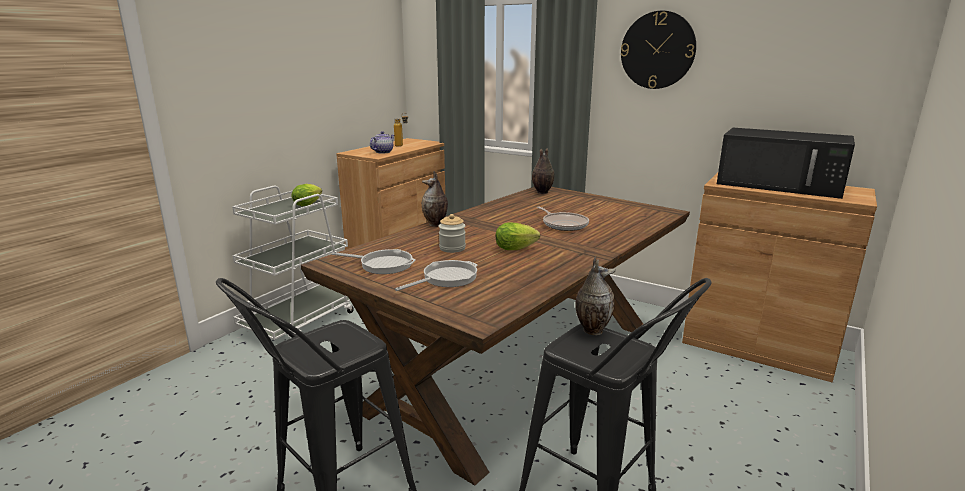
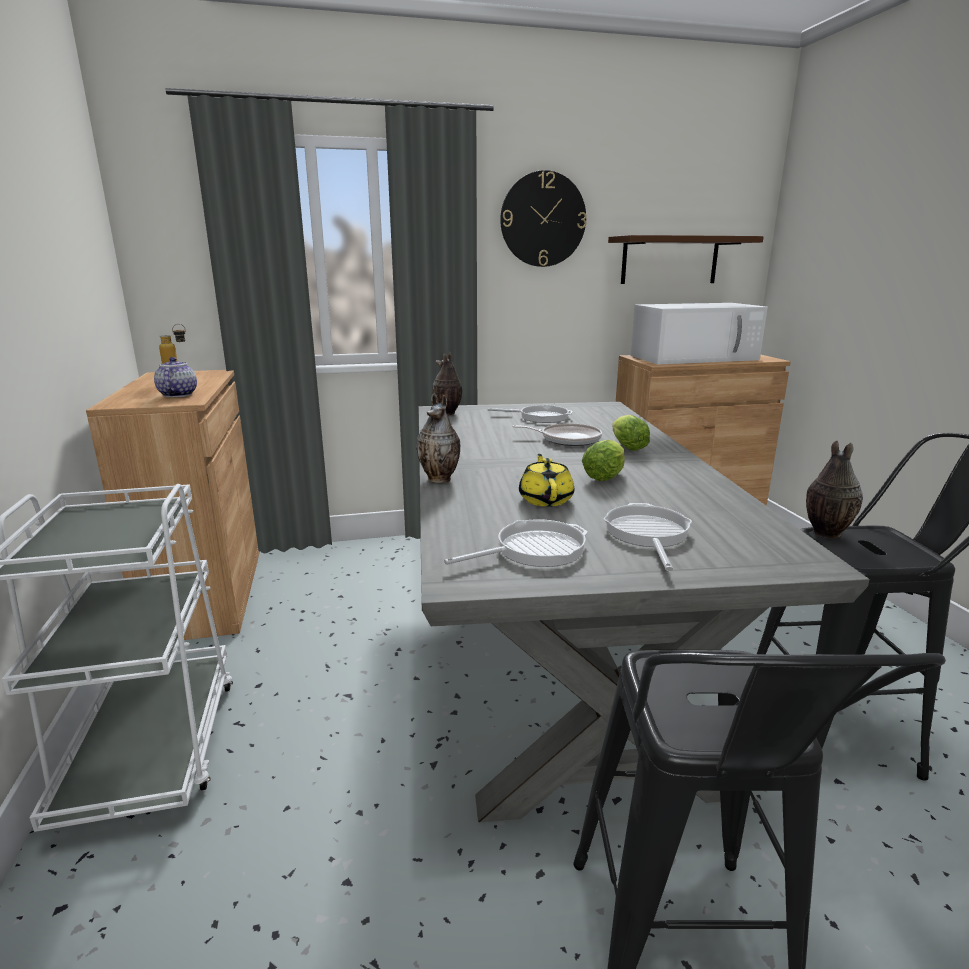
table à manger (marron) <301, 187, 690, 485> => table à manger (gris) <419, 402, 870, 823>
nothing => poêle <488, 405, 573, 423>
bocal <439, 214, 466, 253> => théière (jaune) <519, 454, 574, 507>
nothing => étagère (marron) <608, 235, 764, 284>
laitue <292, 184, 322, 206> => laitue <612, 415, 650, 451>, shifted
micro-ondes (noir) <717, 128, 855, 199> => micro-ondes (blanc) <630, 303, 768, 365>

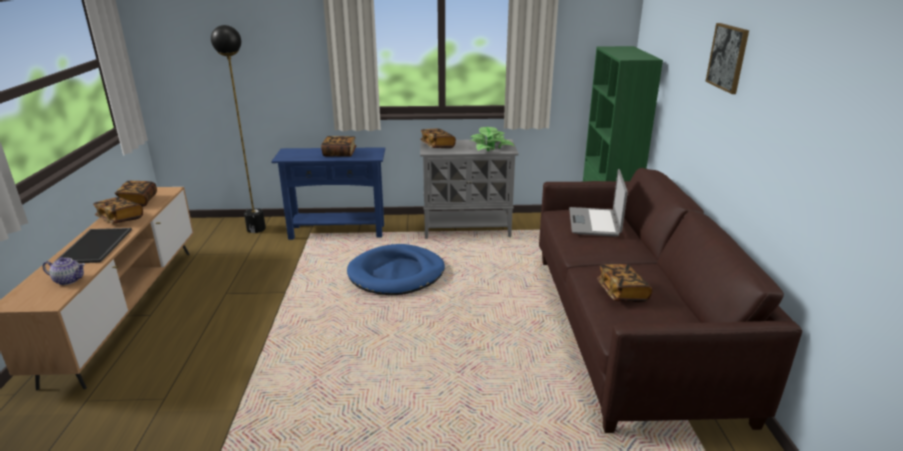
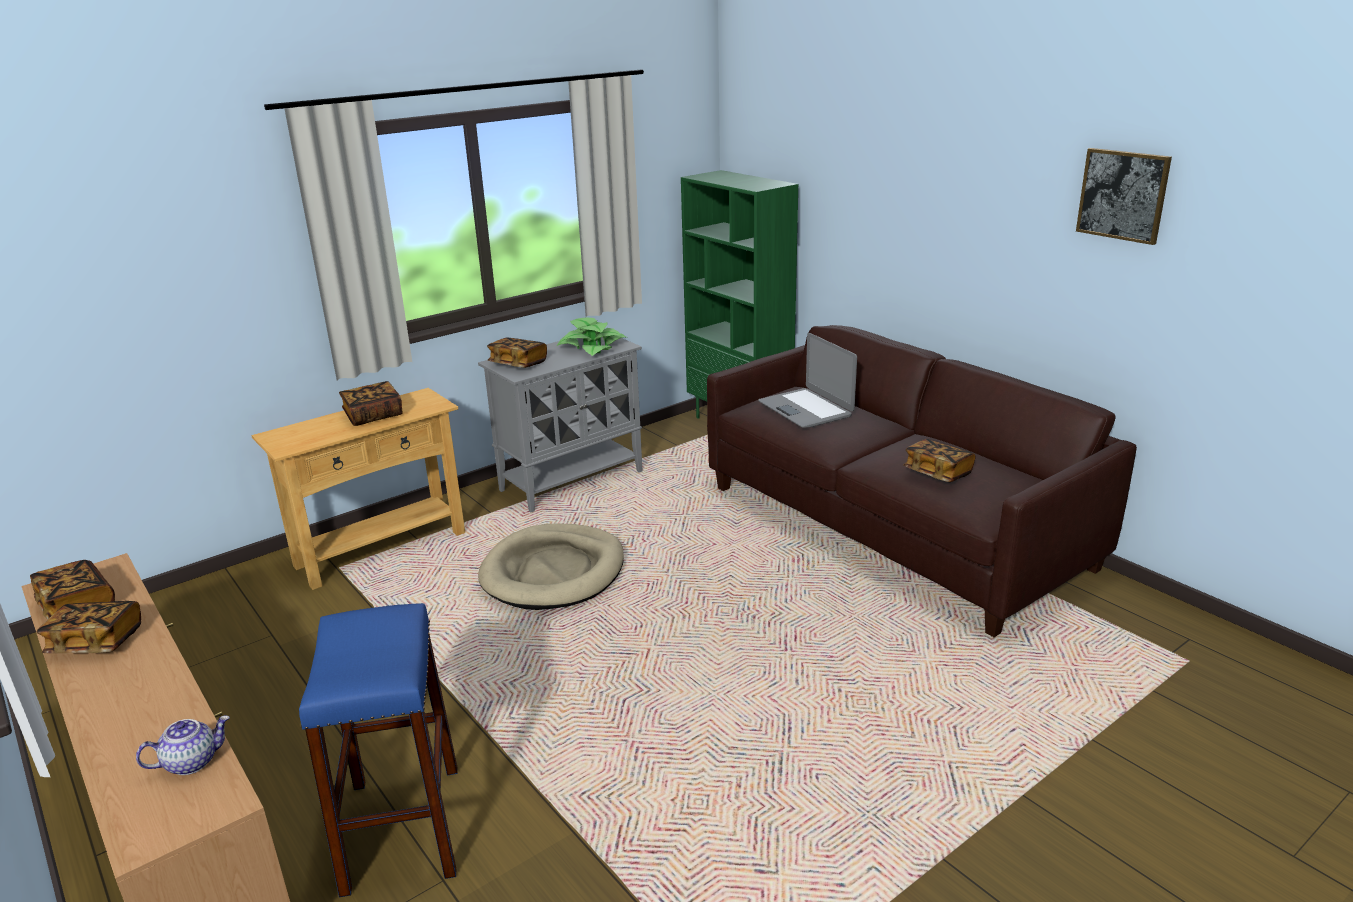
table console (bleu) <271, 147, 385, 240> => table console (beige) <251, 388, 465, 590>
nothing => tabouret (bleu) <299, 603, 458, 897>
panier pour chien (bleu) <347, 244, 445, 295> => panier pour chien (beige) <478, 524, 624, 610>
tableau <705, 23, 749, 94> => tableau <1076, 148, 1172, 245>, shifted
plateau <55, 228, 132, 263> => nothing
lampadaire (noir) <211, 25, 266, 233> => nothing

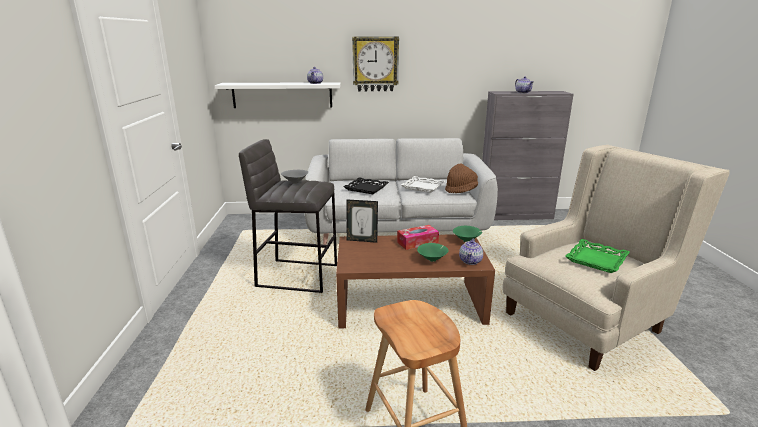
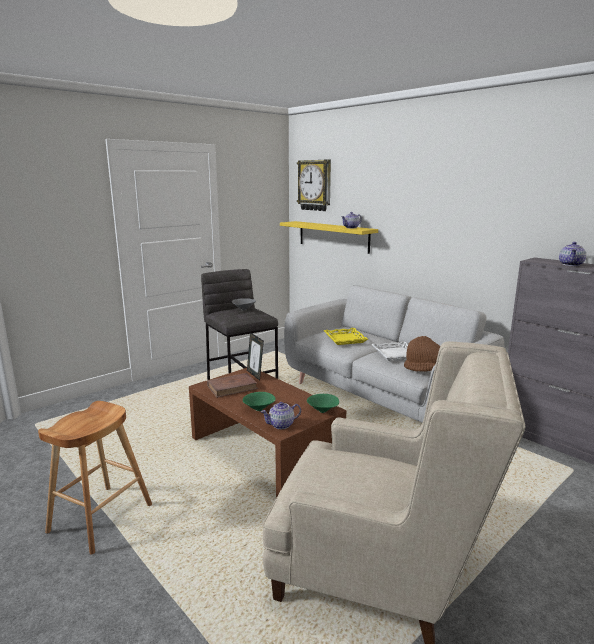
nothing => livre (marron) <207, 373, 258, 398>
étagère (blanc) <215, 82, 341, 108> => étagère (jaune) <280, 221, 378, 254>
horloge murale <352, 36, 399, 91> => horloge murale <297, 159, 331, 211>, shifted
plateau (noir) <343, 178, 389, 194> => plateau (jaune) <324, 328, 368, 345>
boîte à mouchoirs <397, 225, 439, 250> => nothing
plateau (vert) <565, 239, 630, 273> => nothing

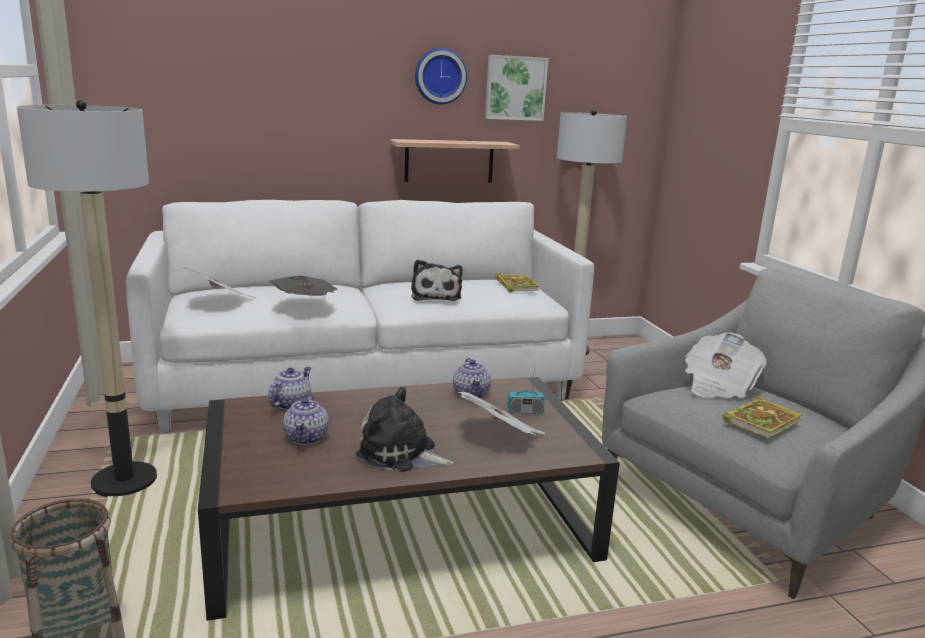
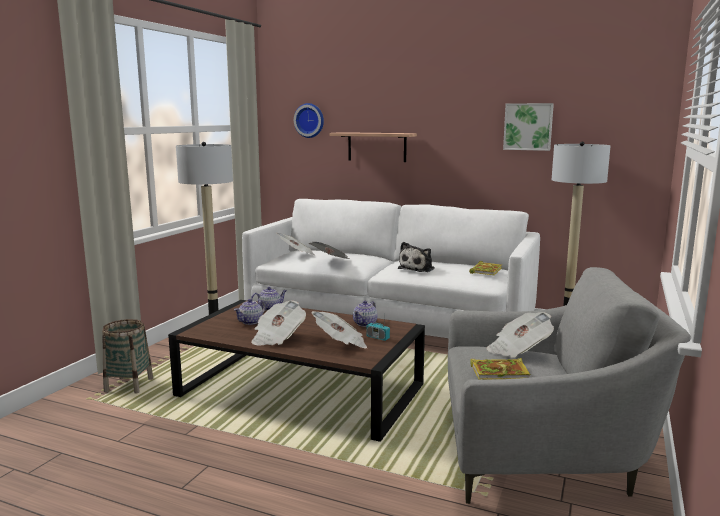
peluche <356, 387, 453, 472> => journal <251, 300, 306, 346>
horloge murale <415, 48, 467, 105> => horloge murale <294, 103, 324, 138>, shifted
étagère <390, 139, 520, 183> => étagère <329, 132, 417, 162>, shifted

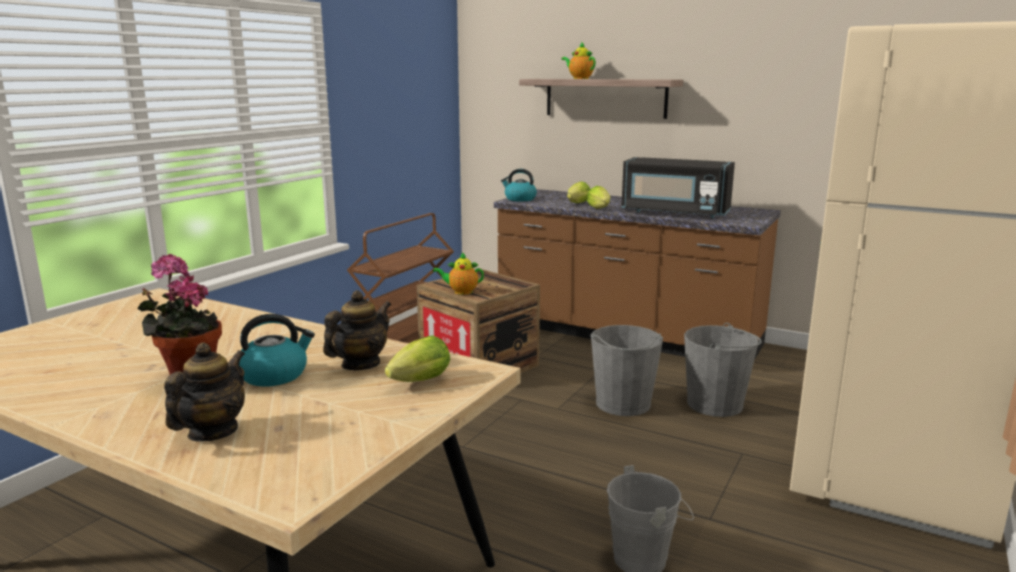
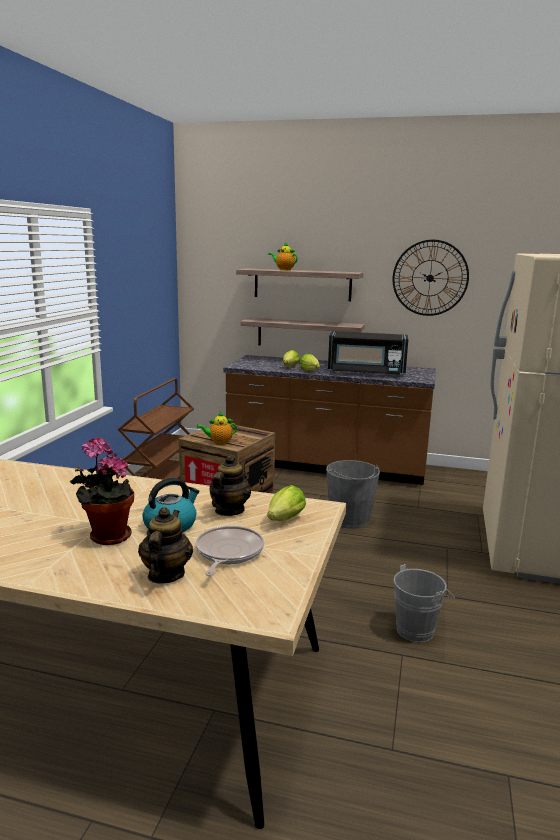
nothing => poêle <196, 526, 264, 576>
nothing => étagère <240, 318, 365, 345>
nothing => horloge murale <393, 240, 469, 316>
bouilloire <501, 169, 537, 201> => nothing
seau (gris) <684, 323, 762, 417> => nothing

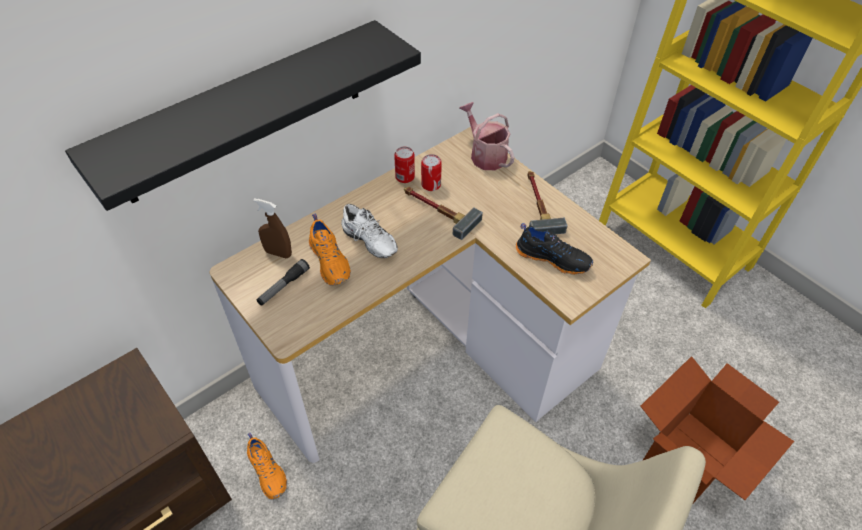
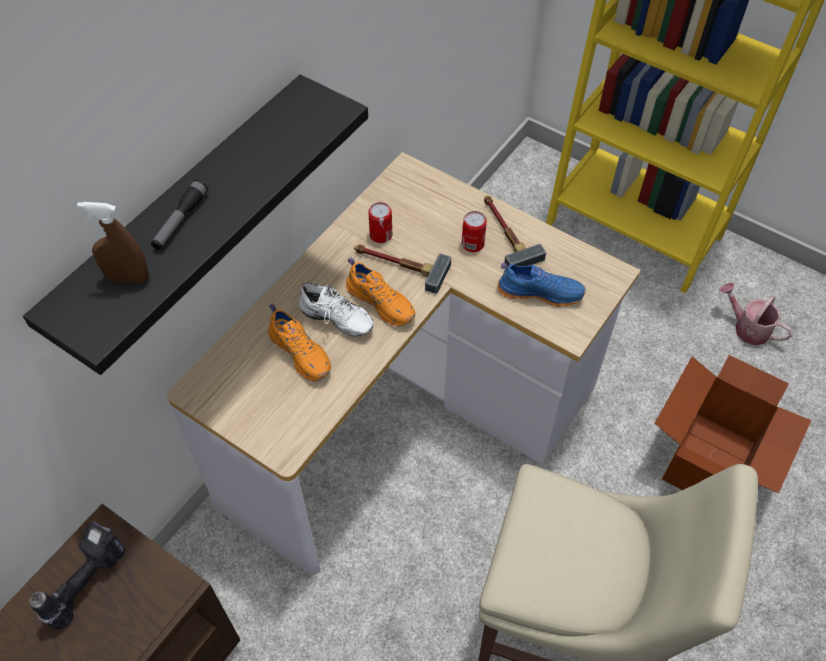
nothing => perceuse <29, 520, 126, 630>
vaporisateur (marron) <253, 198, 292, 258> => vaporisateur (marron) <77, 202, 149, 283>, shifted
lampe de poche <257, 259, 310, 306> => lampe de poche <151, 179, 208, 250>, shifted
chaussure (orange) <247, 433, 287, 500> => chaussure (orange) <346, 257, 416, 326>, shifted
boîte métallique <394, 147, 415, 183> => boîte métallique <462, 211, 487, 252>, shifted
chaussure (noir) <516, 223, 593, 275> => chaussure (bleu) <497, 263, 586, 307>
arrosoir <459, 102, 515, 170> => arrosoir <719, 283, 793, 346>, shifted

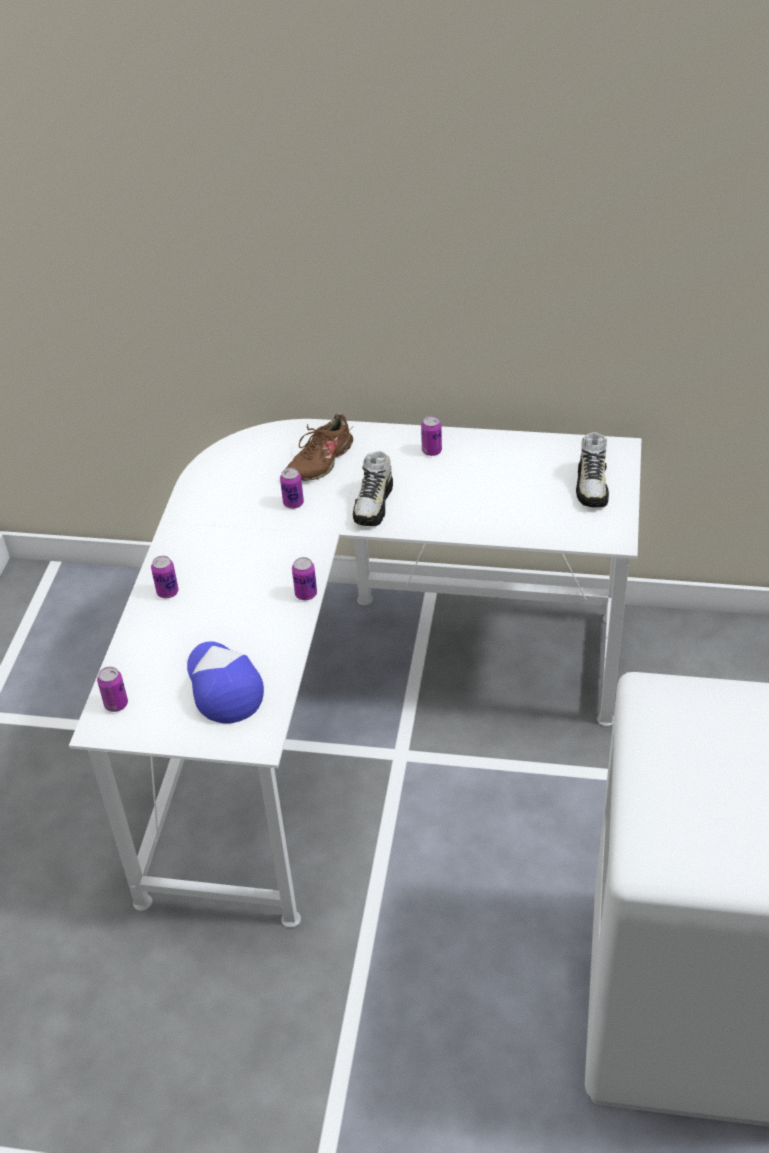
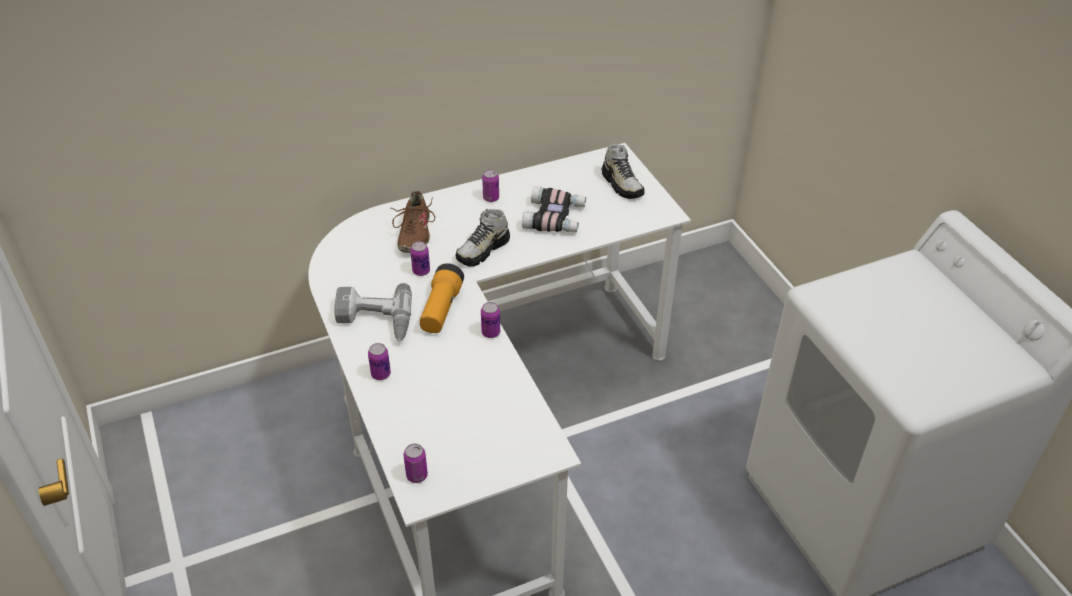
nothing => perceuse <334, 283, 412, 341>
nothing => lampe de poche <420, 263, 464, 333>
chaussure <353, 451, 393, 526> => chaussure <456, 209, 510, 267>, 60 degrees clockwise
nothing => jumelles <522, 186, 586, 232>
casquette <187, 641, 264, 724> => nothing

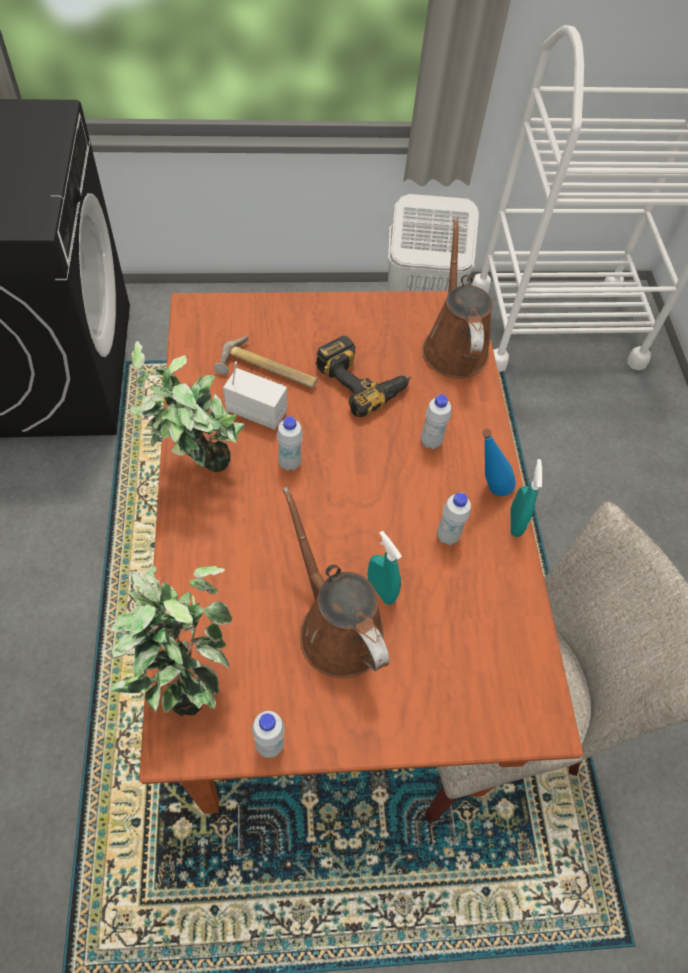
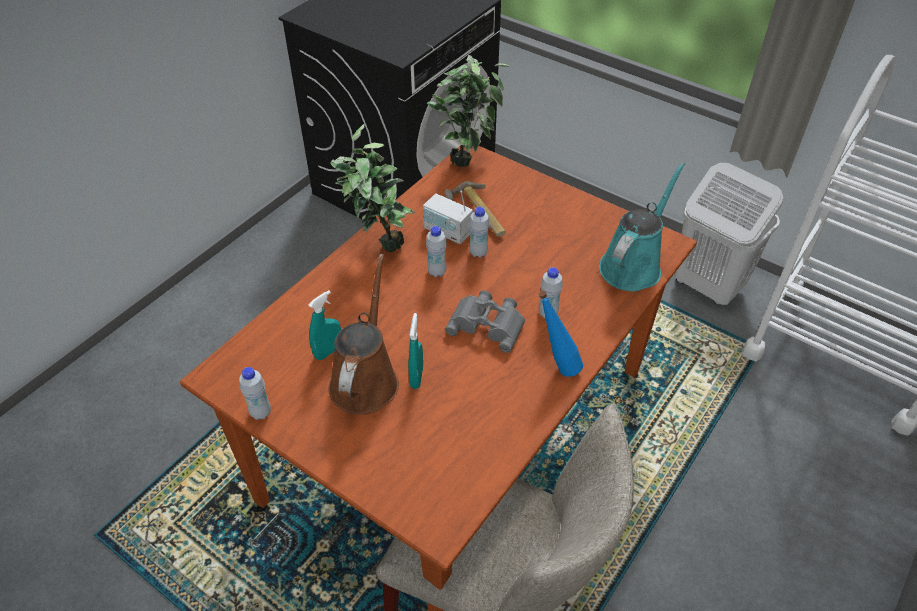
vaporisateur (turquoise) <510, 459, 542, 537> => vaporisateur (turquoise) <308, 290, 341, 360>, shifted
radio <223, 361, 287, 430> => radio <423, 190, 473, 244>, 150 degrees clockwise
plante en pot <110, 566, 232, 716> => plante en pot <427, 55, 509, 167>, shifted
nothing => jumelles (gris) <445, 290, 525, 353>
bouteille (blanc) <437, 493, 471, 545> => bouteille (blanc) <469, 207, 490, 258>, shifted
arrosoir (marron) <422, 218, 493, 379> => arrosoir (turquoise) <599, 162, 685, 291>
perceuse <316, 336, 411, 417> => nothing

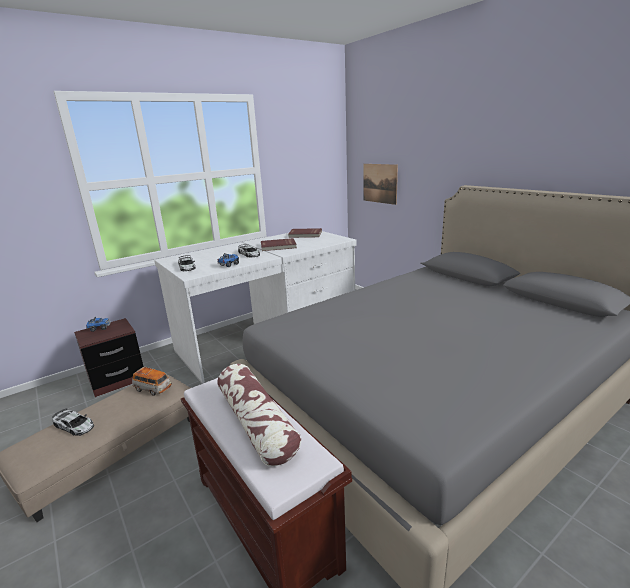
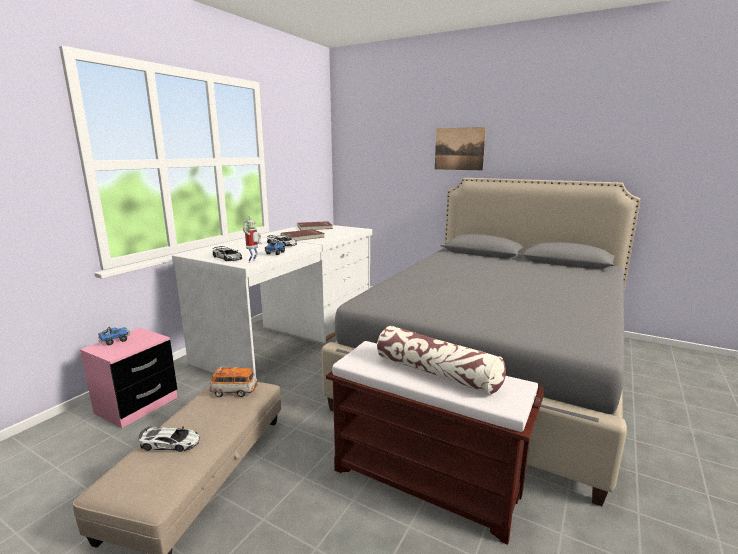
table de chevet (marron) <74, 318, 143, 397> => table de chevet (rose) <80, 328, 177, 428>
nothing => robot jouet <243, 216, 262, 263>
tableau <363, 164, 398, 205> => tableau <435, 127, 486, 170>, shifted

